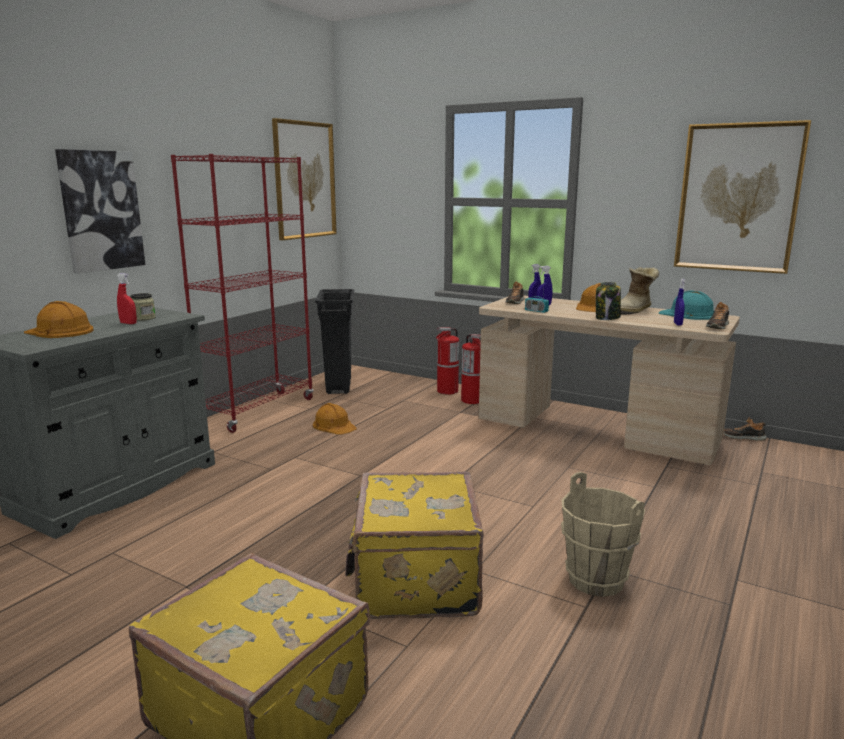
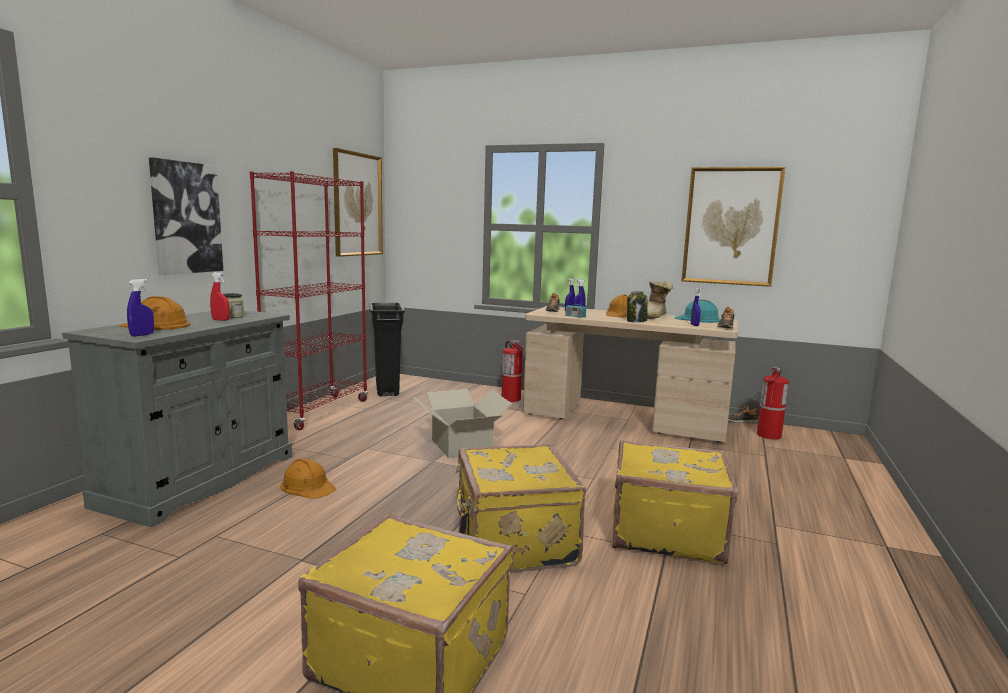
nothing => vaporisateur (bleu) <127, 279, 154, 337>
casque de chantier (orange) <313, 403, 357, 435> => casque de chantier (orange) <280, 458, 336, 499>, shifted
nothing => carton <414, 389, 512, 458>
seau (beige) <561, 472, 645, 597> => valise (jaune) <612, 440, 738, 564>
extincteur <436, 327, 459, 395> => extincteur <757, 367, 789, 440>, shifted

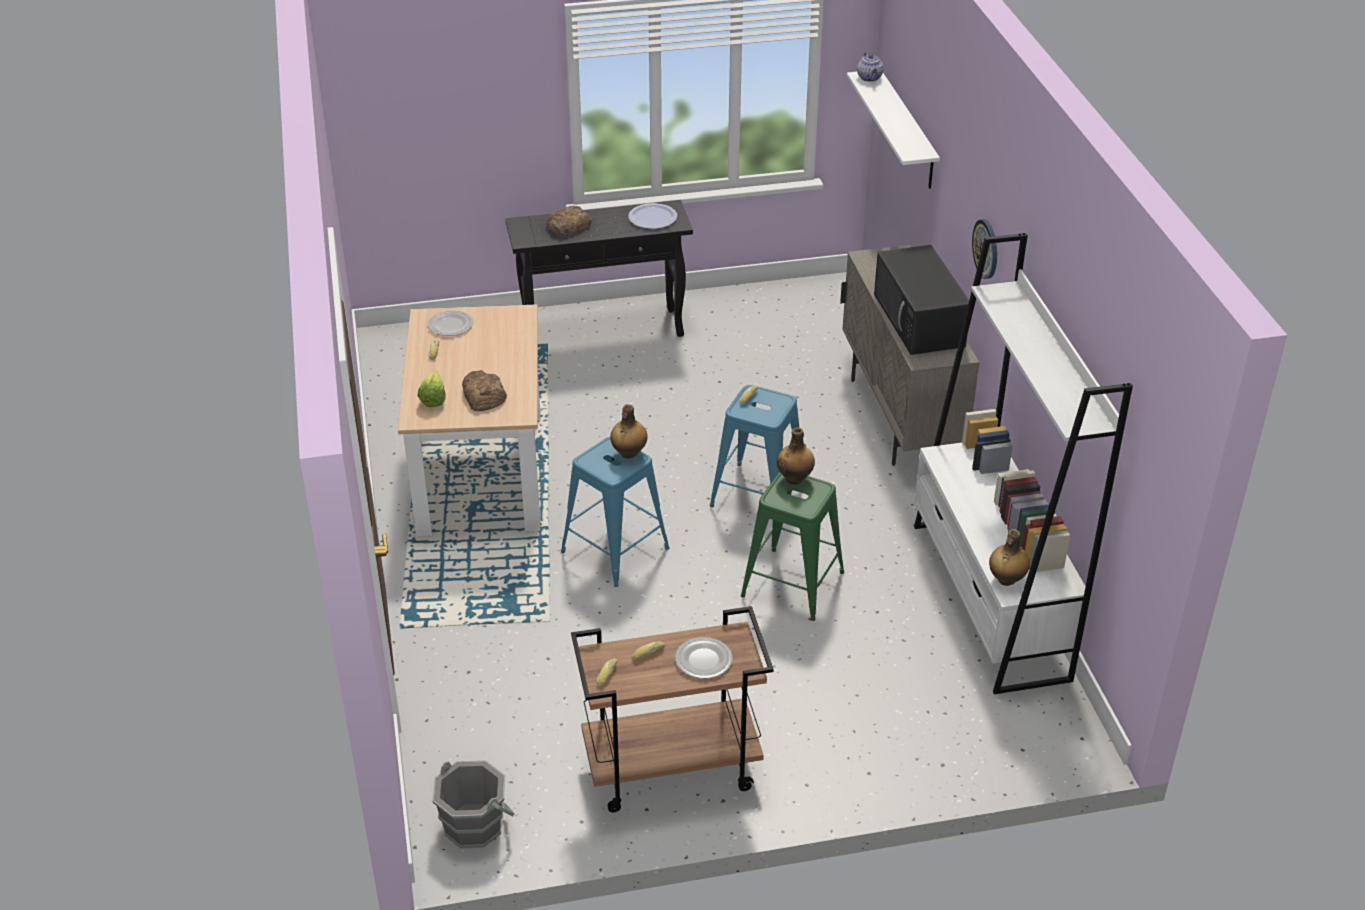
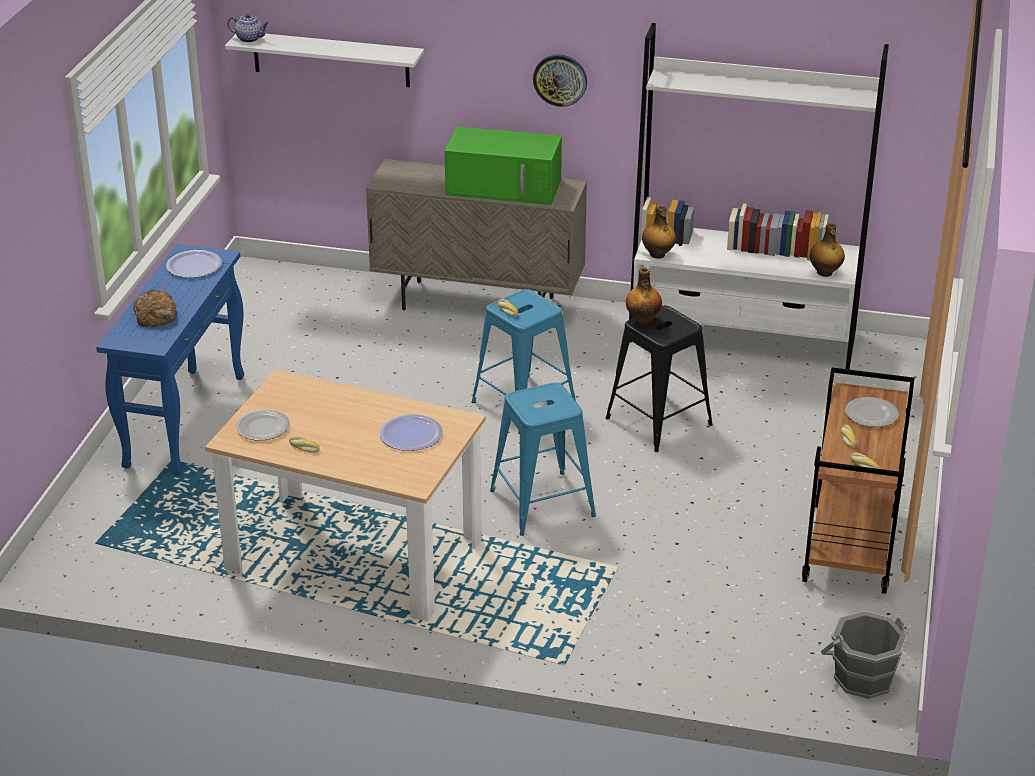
table console (noir) <505, 200, 693, 337> => table console (bleu) <96, 244, 244, 476>
pain <462, 370, 507, 411> => assiette <380, 414, 443, 451>
micro-ondes (noir) <874, 245, 969, 355> => micro-ondes (vert) <445, 127, 562, 205>
tabouret (vert) <741, 472, 844, 621> => tabouret (noir) <606, 305, 713, 452>
bouteille <610, 404, 647, 458> => bouteille <642, 205, 676, 258>, shifted
laitue <417, 371, 446, 407> => nothing

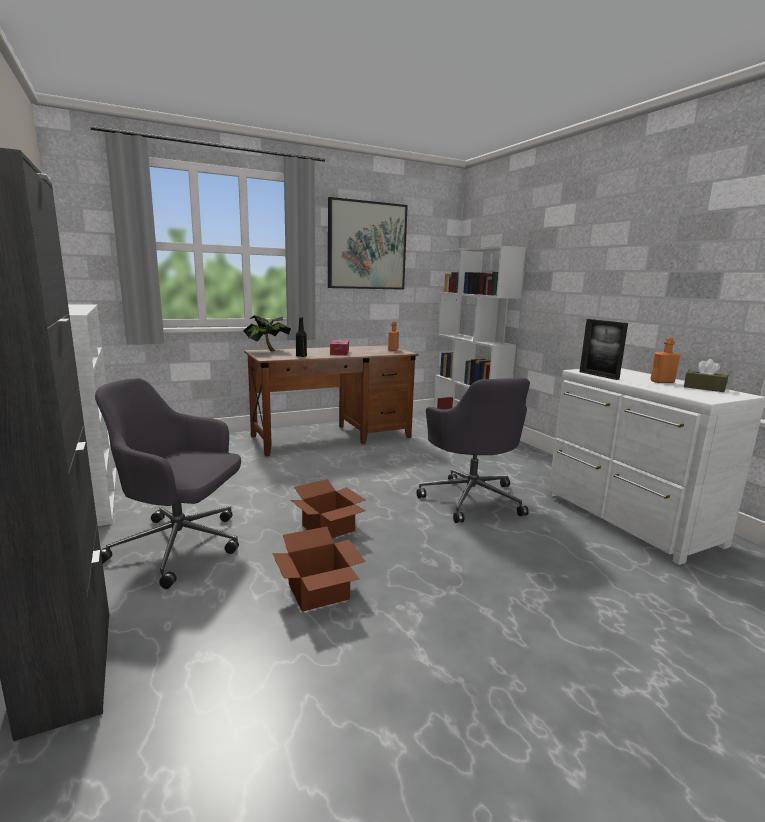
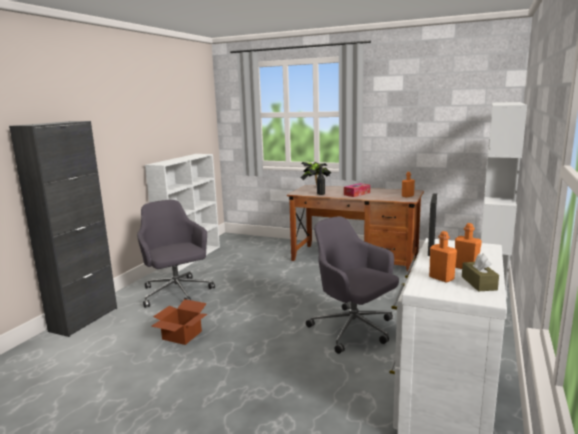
chaise de bureau (gris) <417, 378, 530, 523> => chaise de bureau (gris) <306, 217, 399, 354>, 105 degrees clockwise
nothing => bouteille (orange) <429, 231, 457, 283>
carton <291, 479, 366, 538> => nothing
tableau <328, 197, 408, 290> => nothing

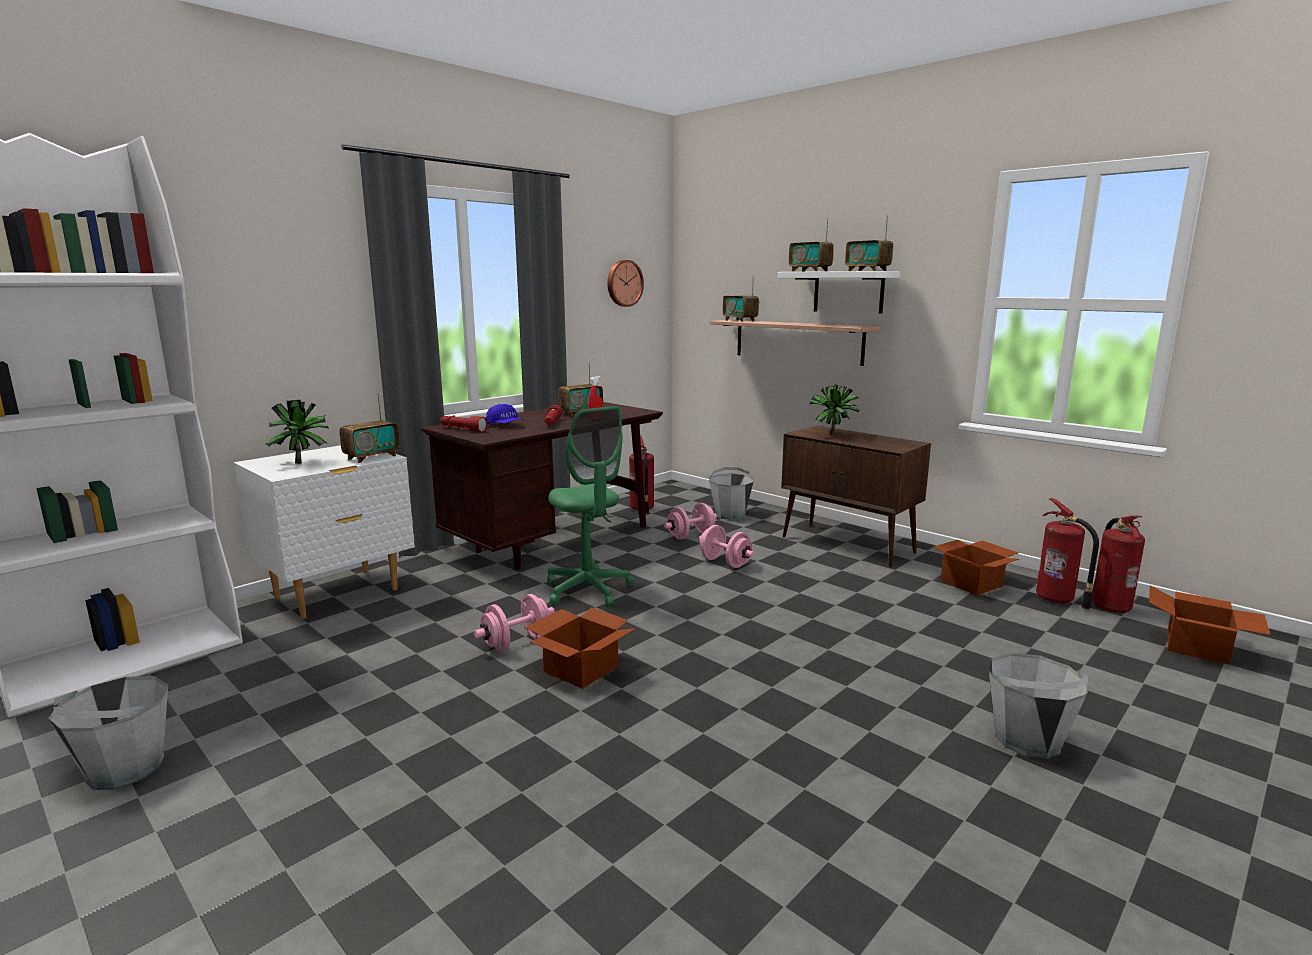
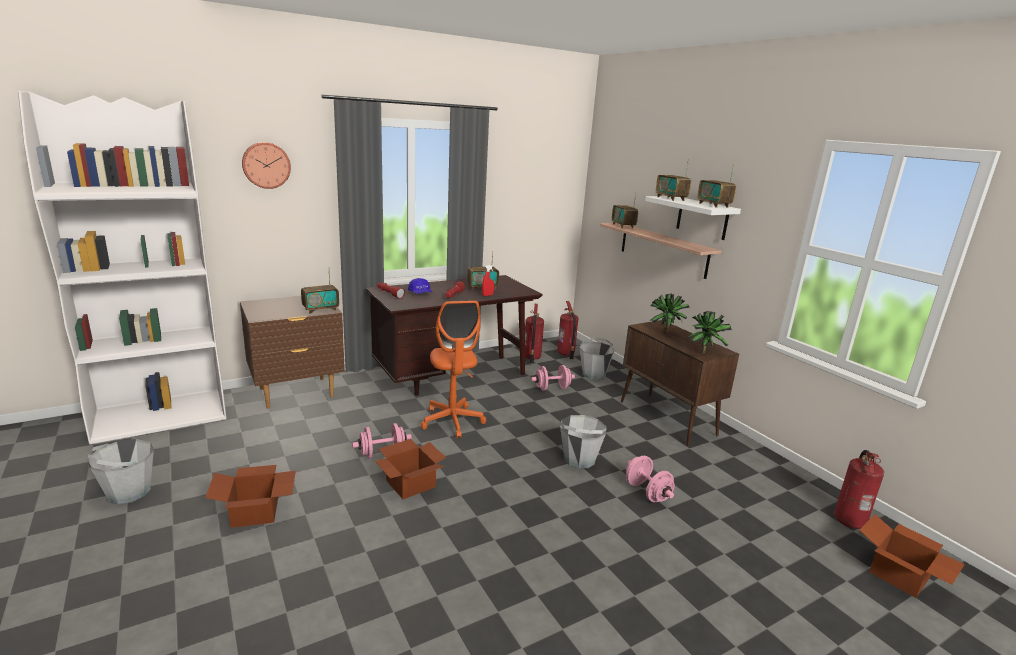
carton <933, 540, 1019, 595> => carton <205, 465, 296, 528>, shifted
table de chevet (blanc) <234, 445, 415, 619> => table de chevet (marron) <240, 296, 345, 409>
horloge murale <607, 260, 644, 307> => horloge murale <242, 142, 291, 189>, shifted
chaise de bureau (vert) <547, 406, 635, 607> => chaise de bureau (orange) <421, 300, 486, 438>
extincteur <1036, 498, 1099, 610> => extincteur <557, 301, 579, 360>, shifted
seau (gris) <989, 653, 1088, 759> => seau (gris) <560, 415, 607, 469>, shifted
haltère (rose) <699, 525, 754, 568> => haltère (rose) <626, 456, 675, 502>, shifted
plante en pot <266, 400, 330, 464> => plante en pot <687, 311, 732, 354>, shifted

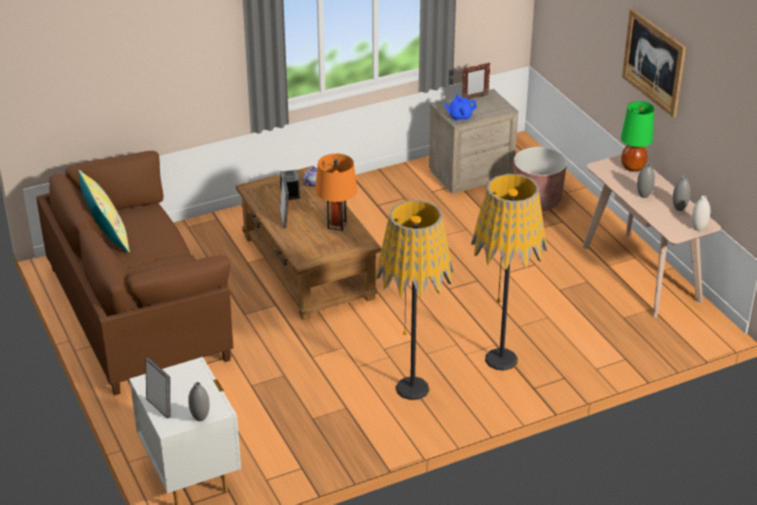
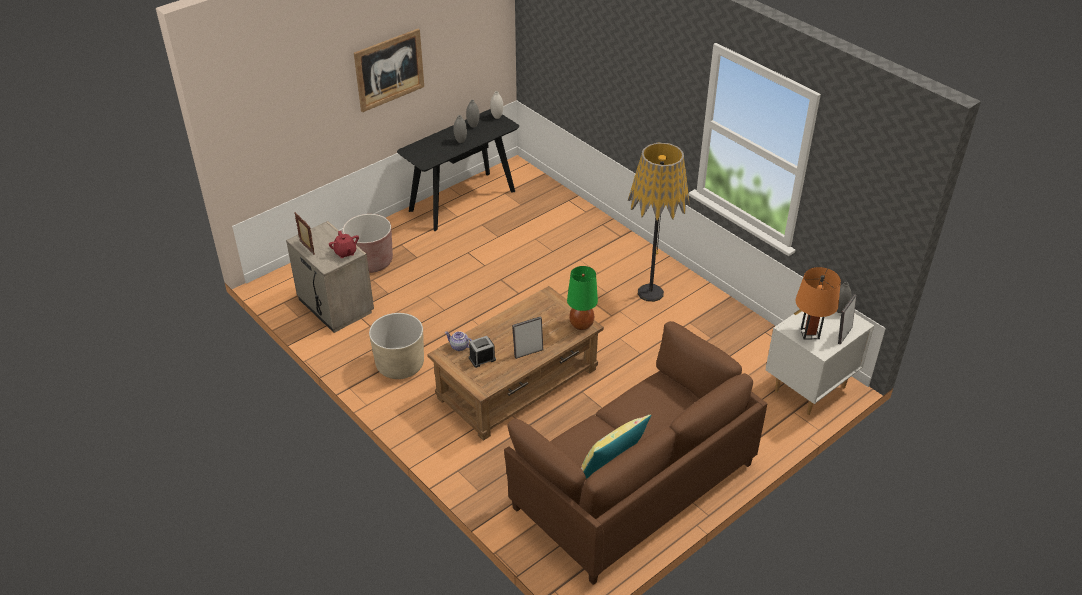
théière (bleu) <444, 94, 477, 121> => théière (rouge) <329, 231, 359, 258>
nothing => cache-pot (beige) <369, 313, 424, 379>
table console (beige) <583, 155, 721, 318> => table console (noir) <397, 109, 519, 231>
lampe de table (vert) <621, 101, 654, 172> => lampe de table (vert) <567, 266, 598, 330>, shifted
lampe de table (orange) <315, 154, 358, 231> => lampe de table (orange) <795, 267, 841, 340>, shifted
lampadaire <471, 174, 547, 371> => nothing

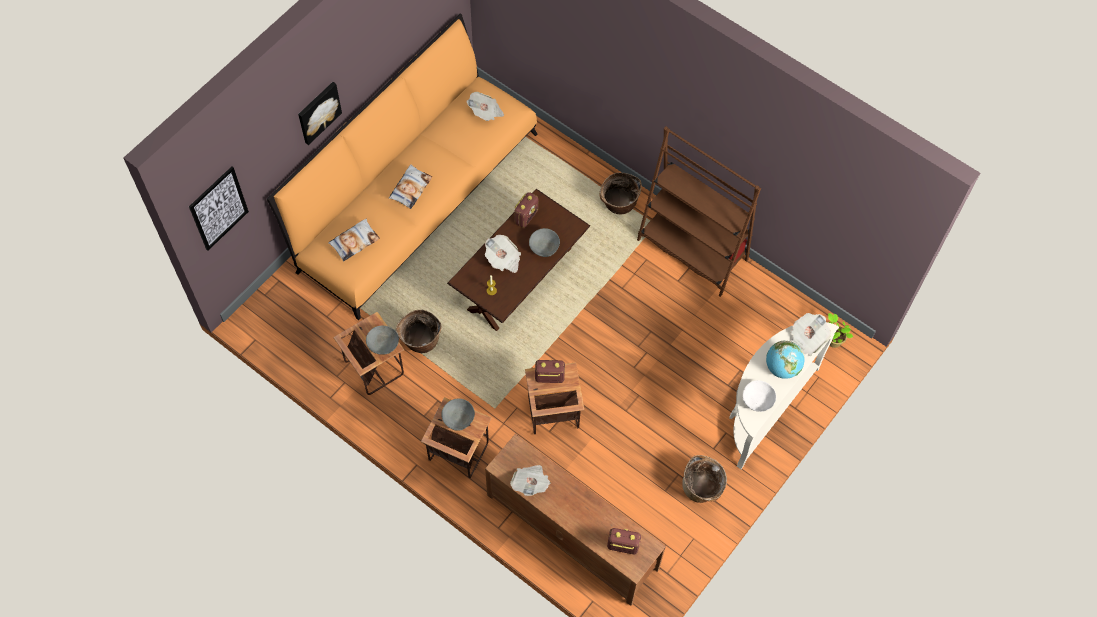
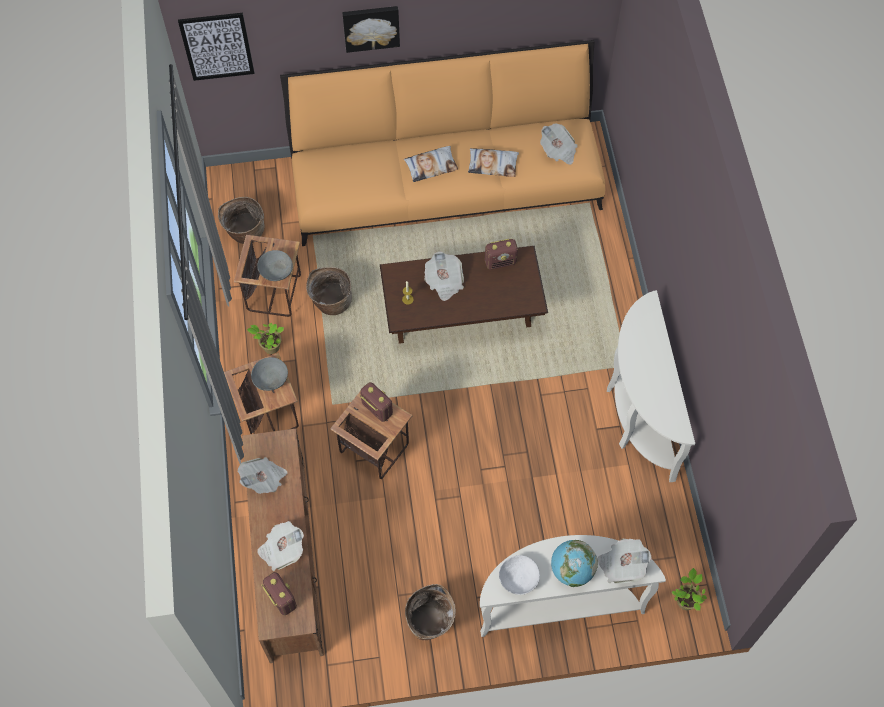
panier <599, 173, 642, 214> => panier <218, 197, 264, 244>, shifted
nothing => plante en pot <247, 323, 284, 354>
nothing => journal <257, 521, 304, 571>
coussin <328, 219, 380, 261> => coussin <468, 148, 519, 177>, shifted
bibliothèque (marron) <637, 126, 761, 297> => table console (blanc) <607, 290, 695, 482>
bol (gris) <529, 228, 560, 257> => nothing

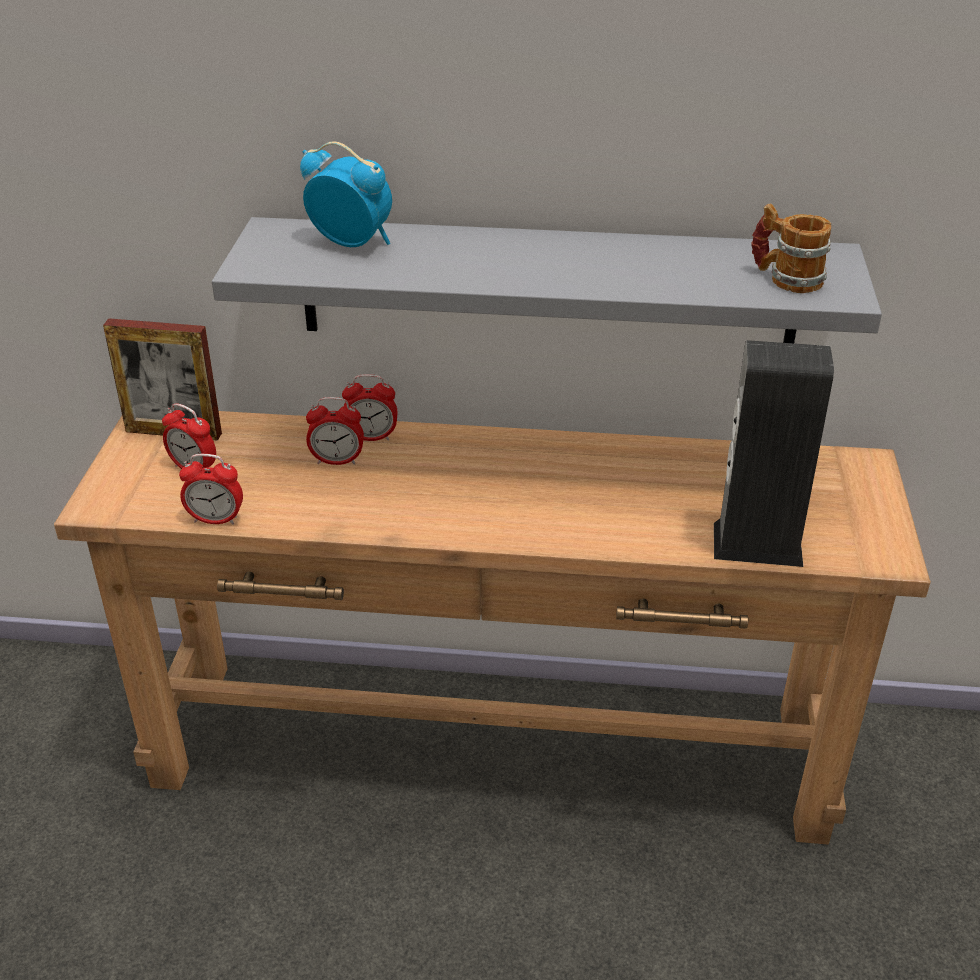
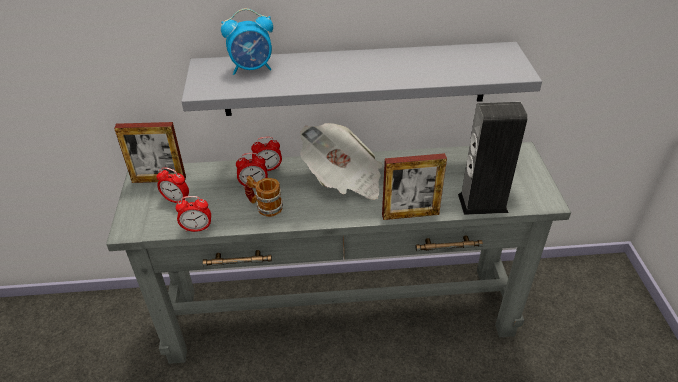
table console (marron) <54, 411, 931, 844> => table console (gris) <106, 142, 571, 364>
réveil <300, 141, 392, 247> => réveil <221, 8, 273, 75>, 150 degrees clockwise
mug <751, 203, 831, 293> => mug <245, 176, 283, 217>, shifted
nothing => journal <300, 123, 382, 200>
nothing => cadre photo <382, 153, 447, 220>

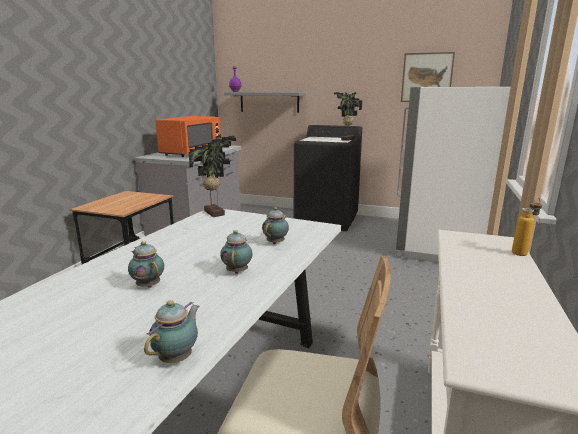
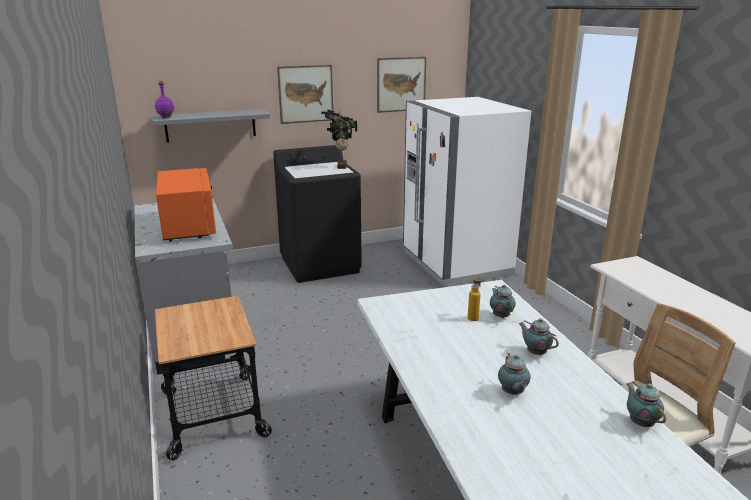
nothing => tableau <277, 65, 333, 124>
bouteille <512, 197, 542, 256> => bouteille <468, 274, 482, 321>, shifted
théière <128, 241, 164, 288> => théière <498, 353, 530, 395>, 105 degrees counterclockwise
plante en pot <189, 134, 236, 217> => nothing

